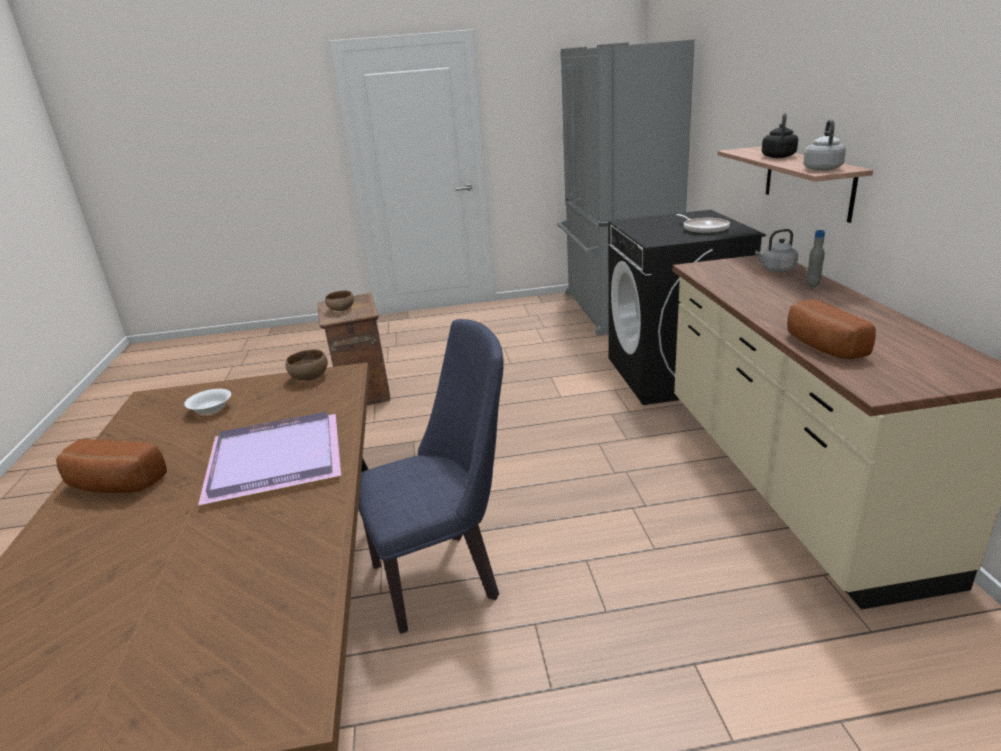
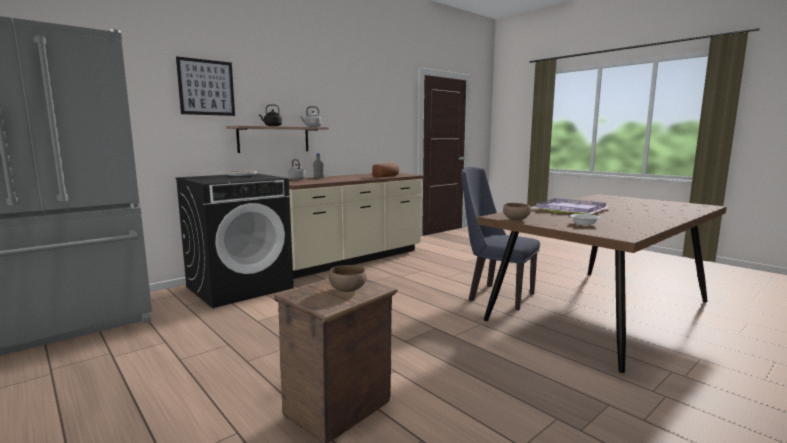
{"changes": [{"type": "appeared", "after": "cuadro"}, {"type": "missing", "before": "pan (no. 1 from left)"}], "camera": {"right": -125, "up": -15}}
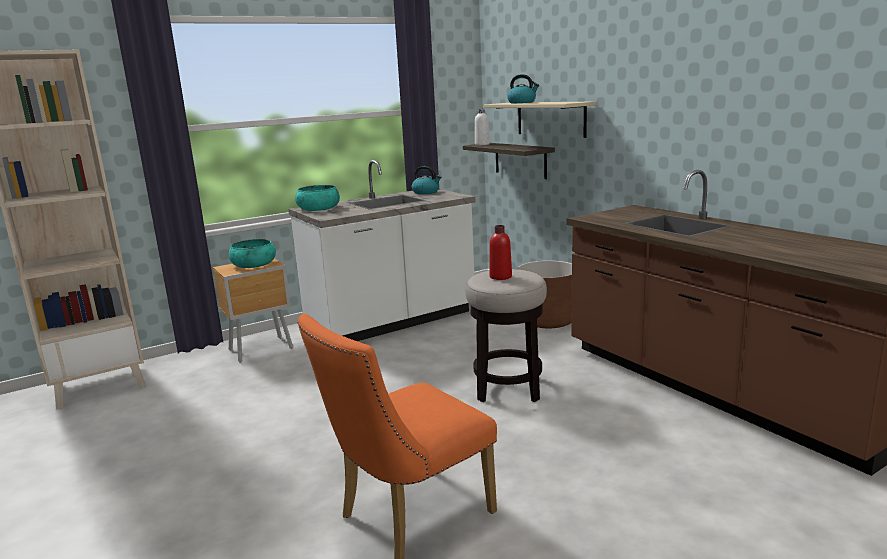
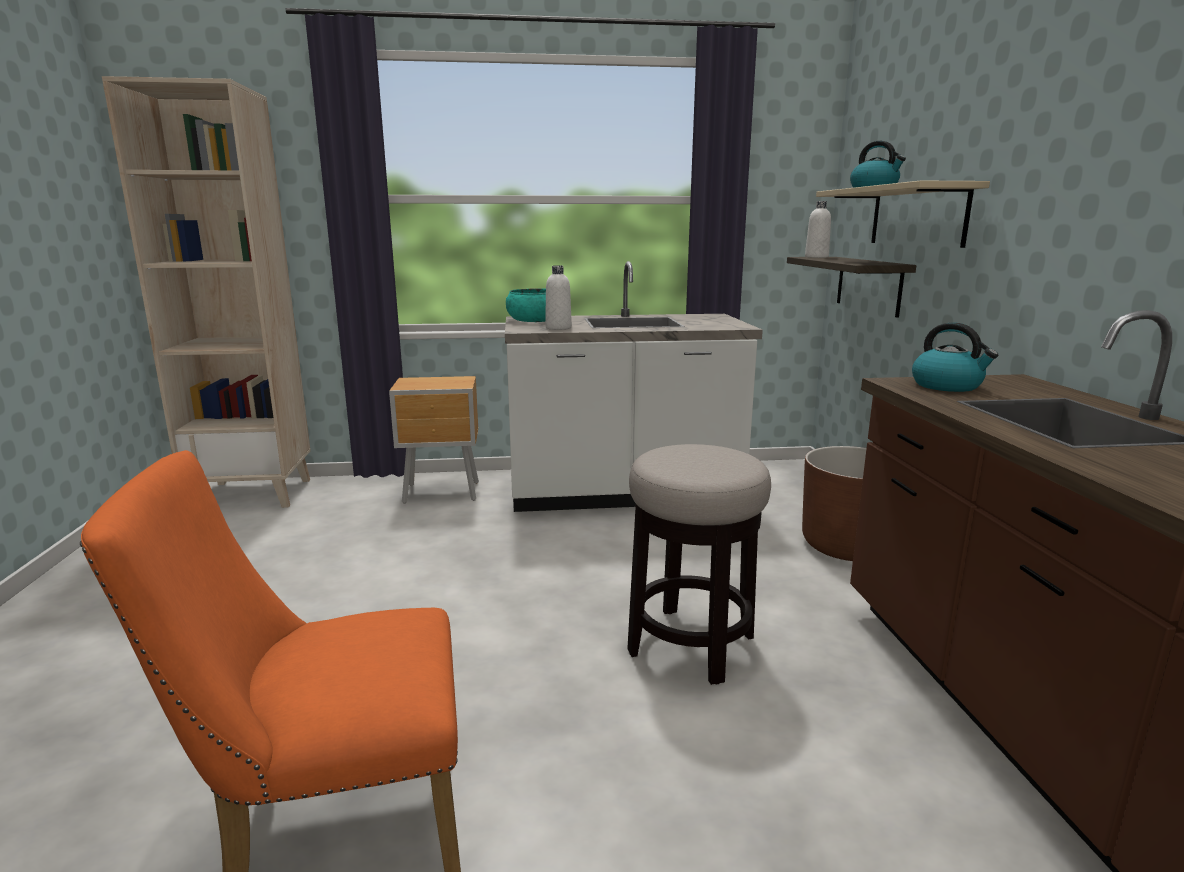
{"changes": [{"type": "appeared", "after": "botella [blanco] (no. 1 from left)"}, {"type": "relocated", "before": "hervidor (no. 1 from left in the first image)", "after": "hervidor (no. 2 from left)"}, {"type": "missing", "before": "cuenco [turquesa] (no. 1 from left)"}, {"type": "missing", "before": "botella [rojo]"}], "camera": {"right": 25, "up": 0}}
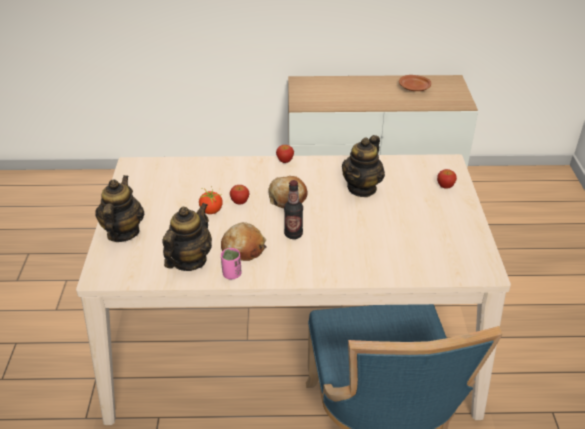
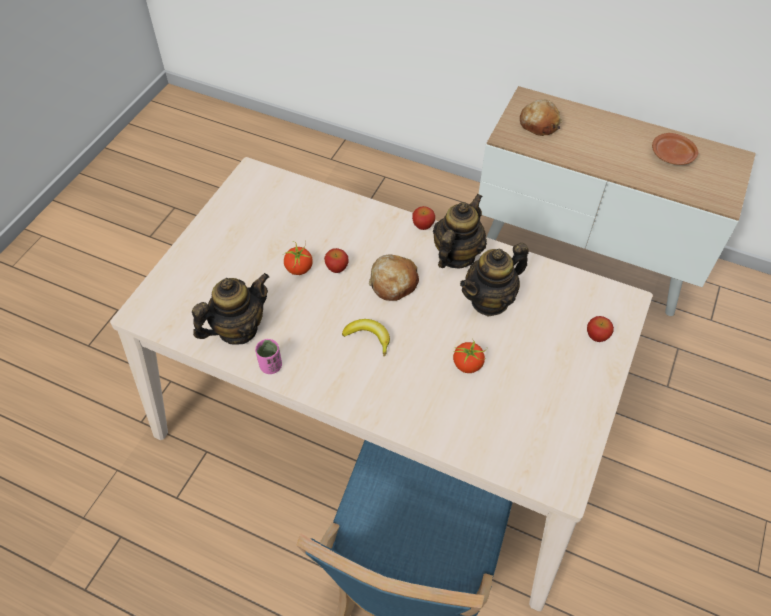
{"changes": [{"type": "exchanged", "before": "botella", "after": "plátano"}, {"type": "relocated", "before": "tetera (no. 1 from left in the first image)", "after": "tetera (no. 2 from left)"}, {"type": "appeared", "after": "tomate (no. 2 from left)"}, {"type": "relocated", "before": "pan (no. 1 from left in the first image)", "after": "pan (no. 2 from left)"}], "camera": {"right": 25, "up": 15}}
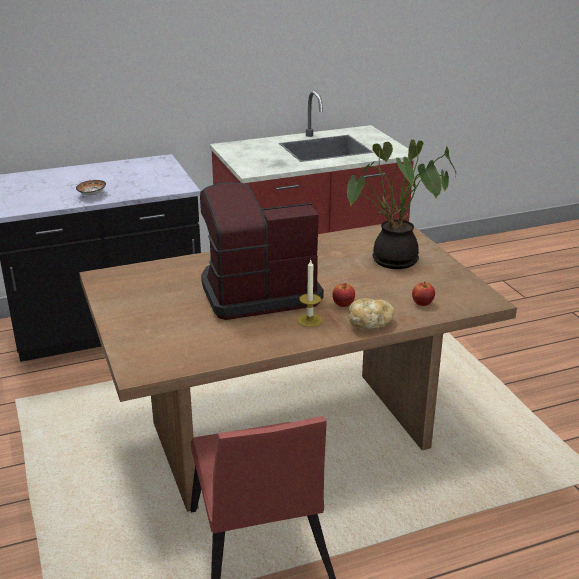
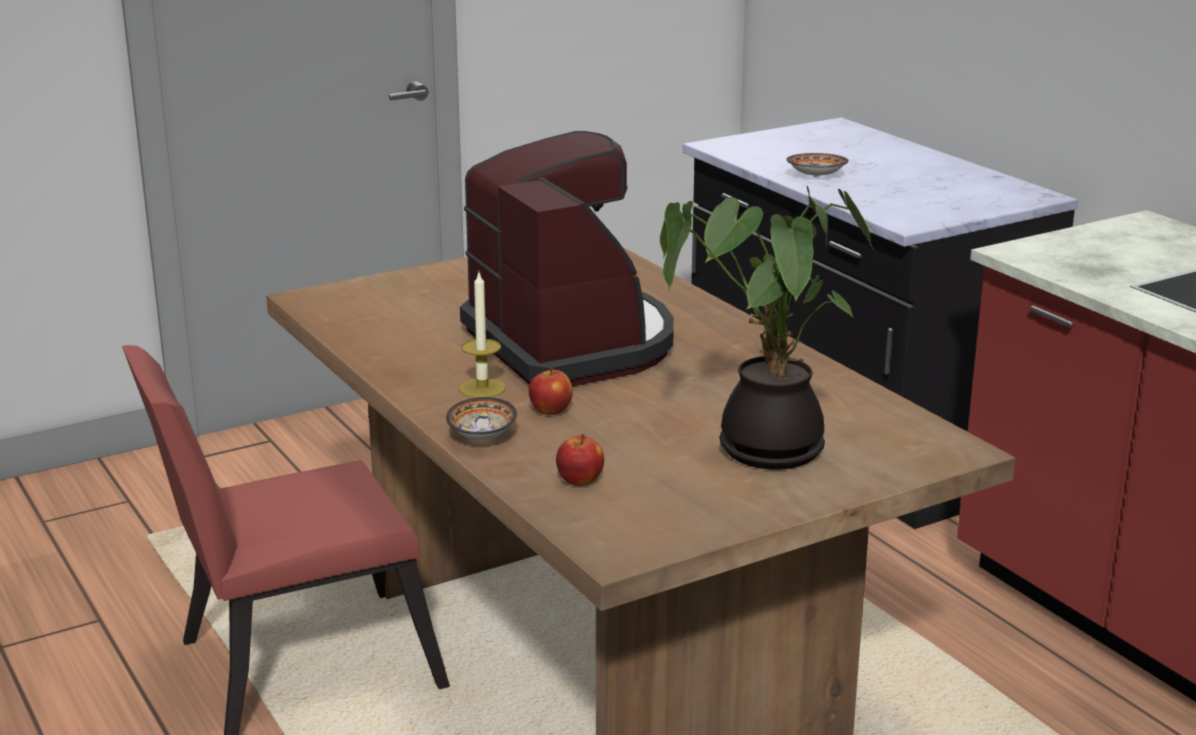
{"changes": [{"type": "exchanged", "before": "pan", "after": "cuenco (no. 1 from left)"}], "camera": {"right": 80, "up": -5}}
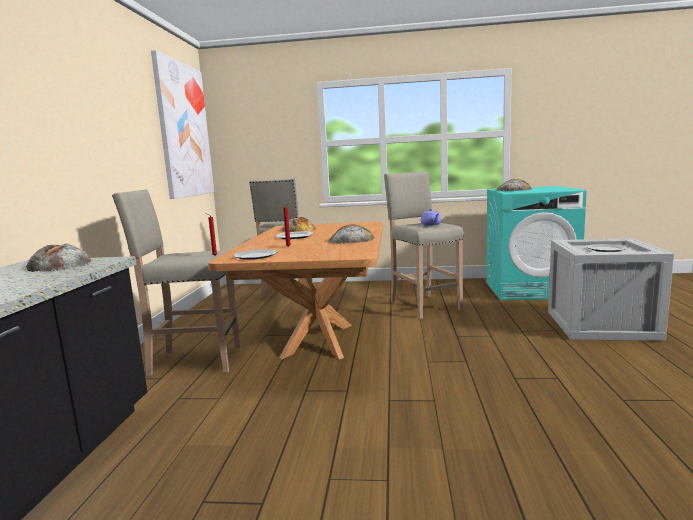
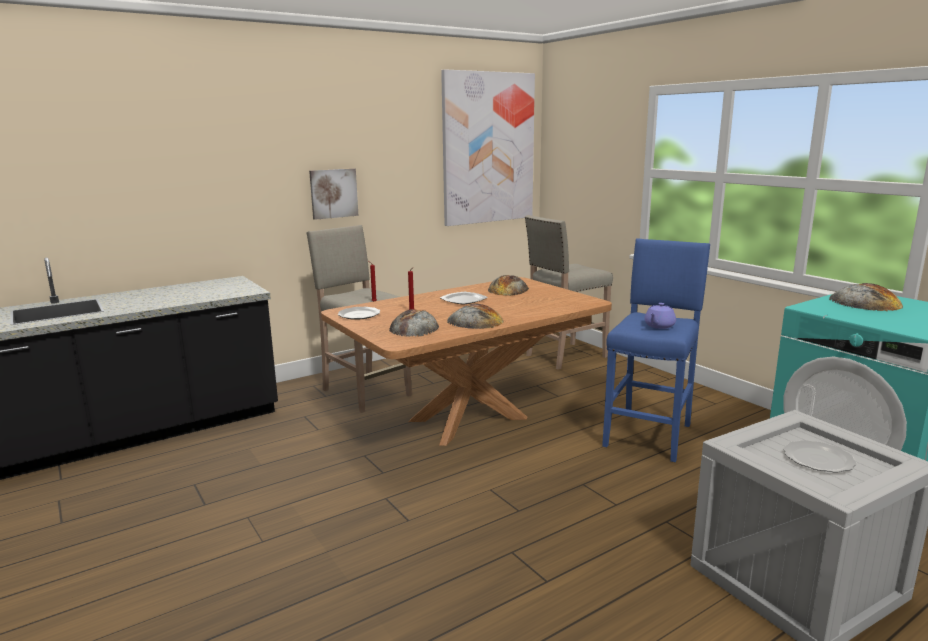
{"changes": [{"type": "appeared", "after": "cuadro (no. 1 from left)"}, {"type": "relocated", "before": "pan (no. 1 from left)"}, {"type": "colour", "before": "taburete [beis] (no. 3 from left)", "after": "taburete [azul]"}], "camera": {"right": 50, "up": 5}}
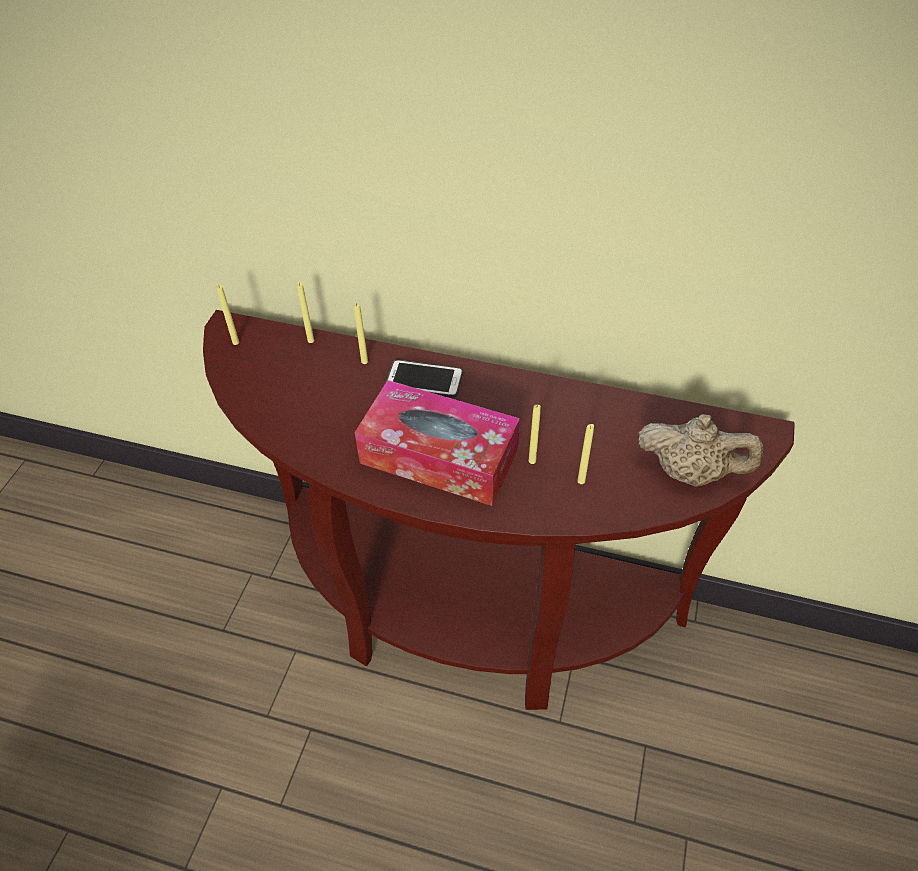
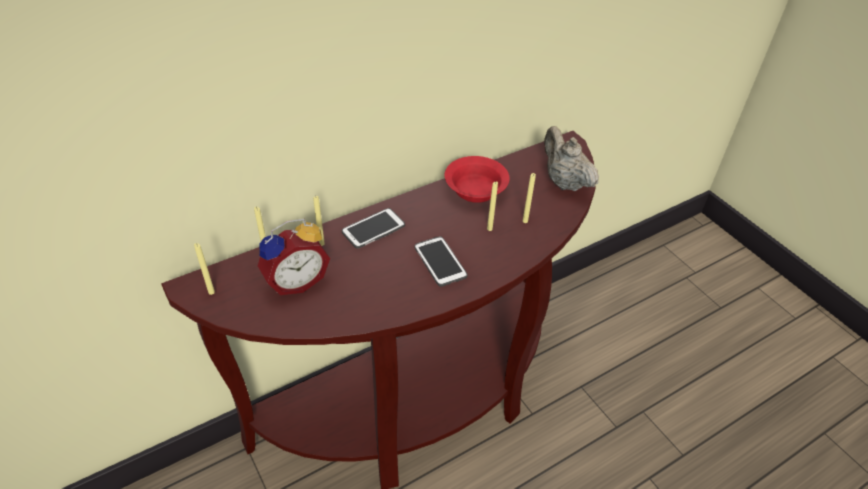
{"changes": [{"type": "appeared", "after": "despertador"}, {"type": "exchanged", "before": "caja de pañuelos", "after": "móvil (no. 2 from left)"}, {"type": "appeared", "after": "cuenco [rojo]"}, {"type": "spun", "before": "tetera [beis]", "turn": -90}], "camera": {"right": -50, "up": -5}}
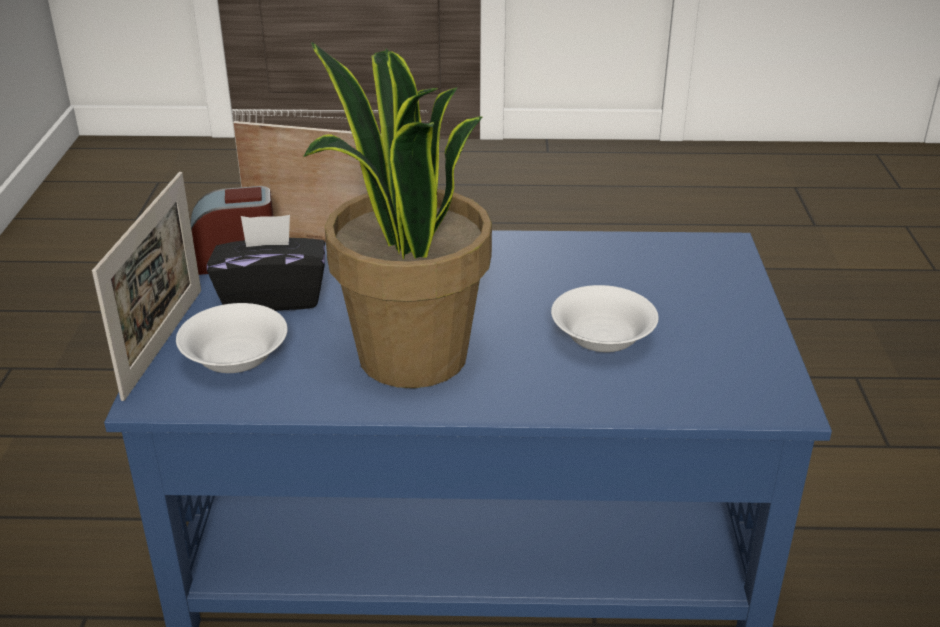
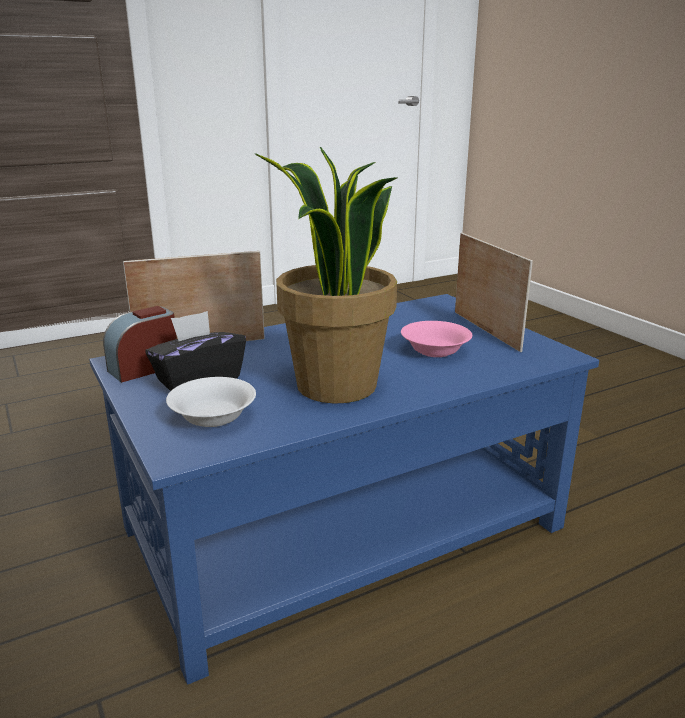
{"changes": [{"type": "colour", "before": "cuenco [blanco] (no. 2 from left)", "after": "cuenco [rosa]"}, {"type": "relocated", "before": "portarretratos (no. 1 from left in the first image)", "after": "portarretratos (no. 2 from left)"}], "camera": {"right": -30, "up": -10}}
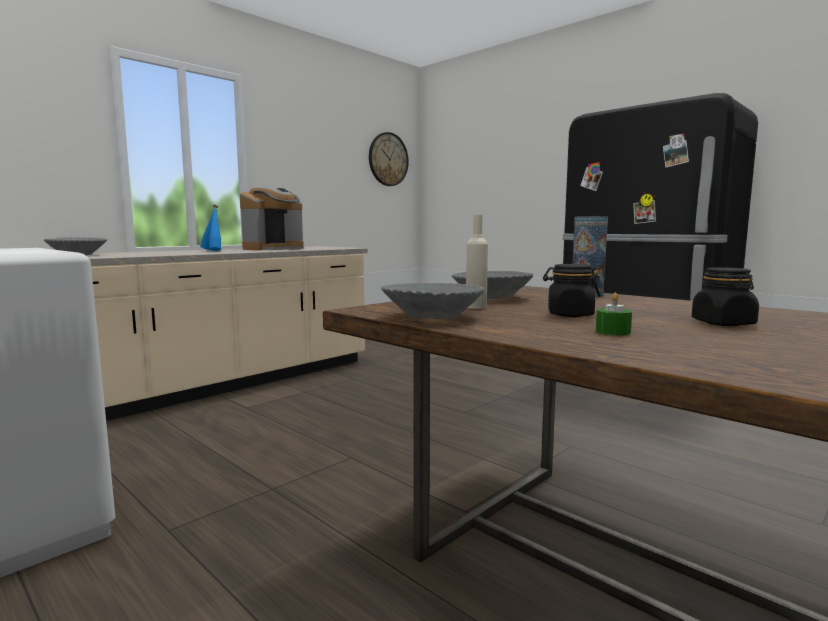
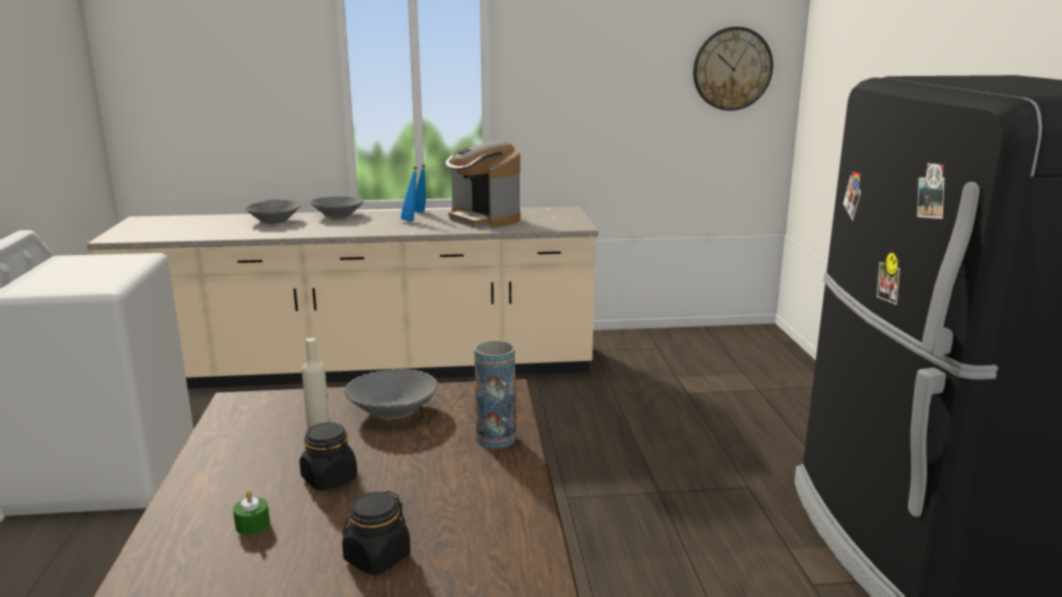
{"changes": [{"type": "relocated", "before": "cuenco [gris] (no. 2 from left)"}, {"type": "spun", "before": "cafetera", "turn": 60}], "camera": {"right": 40, "up": 10}}
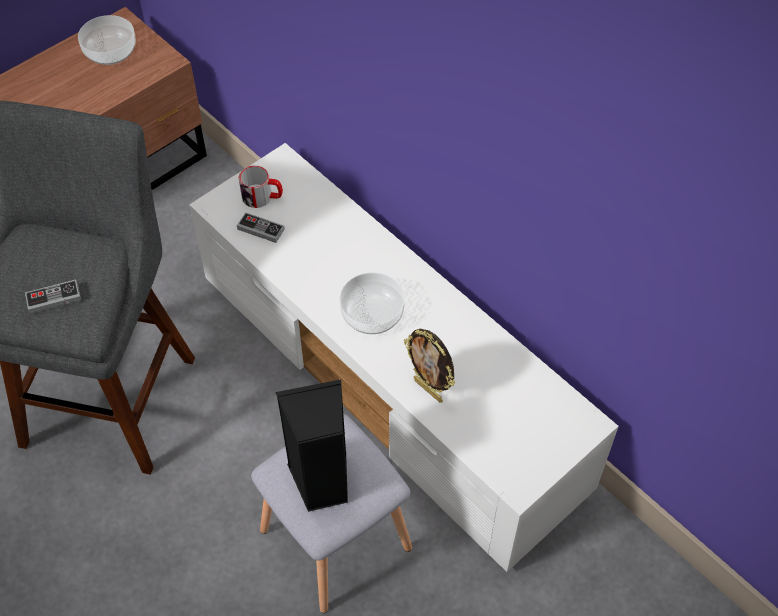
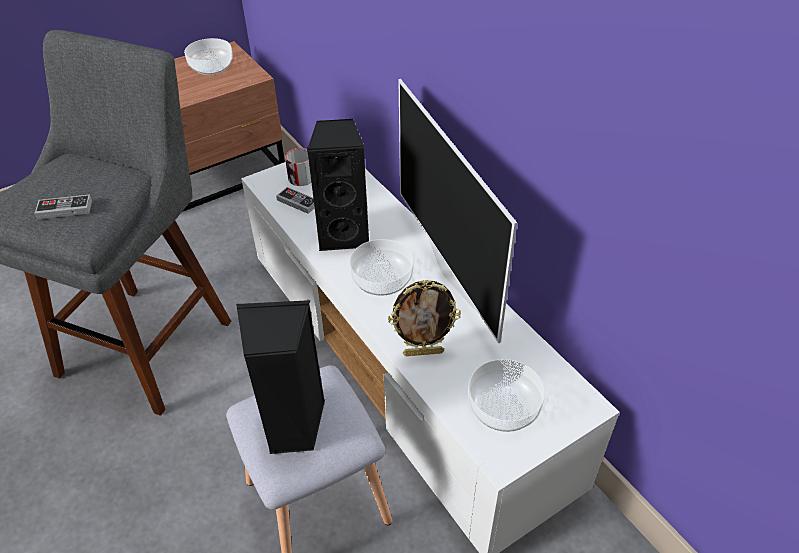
{"changes": [{"type": "appeared", "after": "altavoz [negro] (no. 2 from left)"}, {"type": "spun", "before": "portarretratos", "turn": -60}, {"type": "appeared", "after": "televisor"}, {"type": "appeared", "after": "cuenco (no. 3 from left)"}], "camera": {"right": 10, "up": -10}}
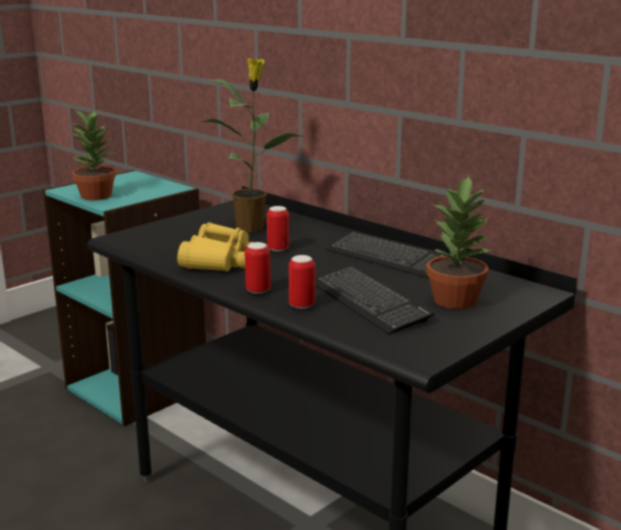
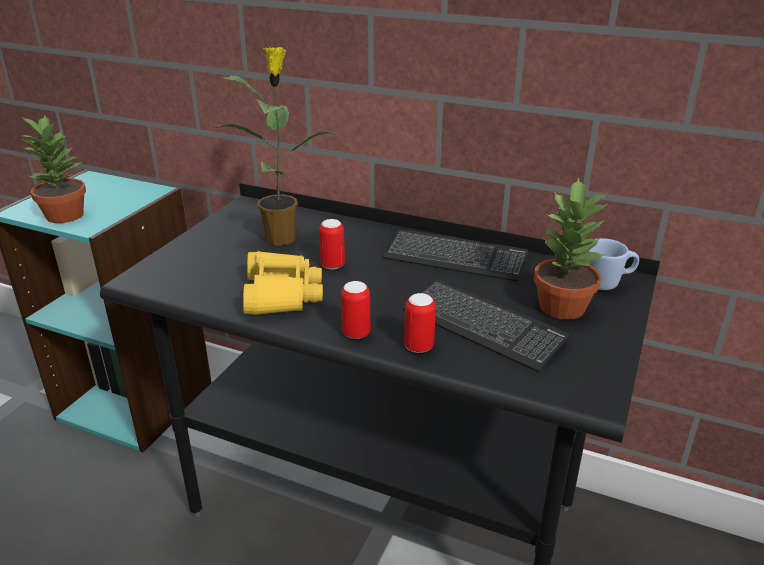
{"changes": [{"type": "appeared", "after": "taza grande [azul]"}], "camera": {"right": -20, "up": 10}}
